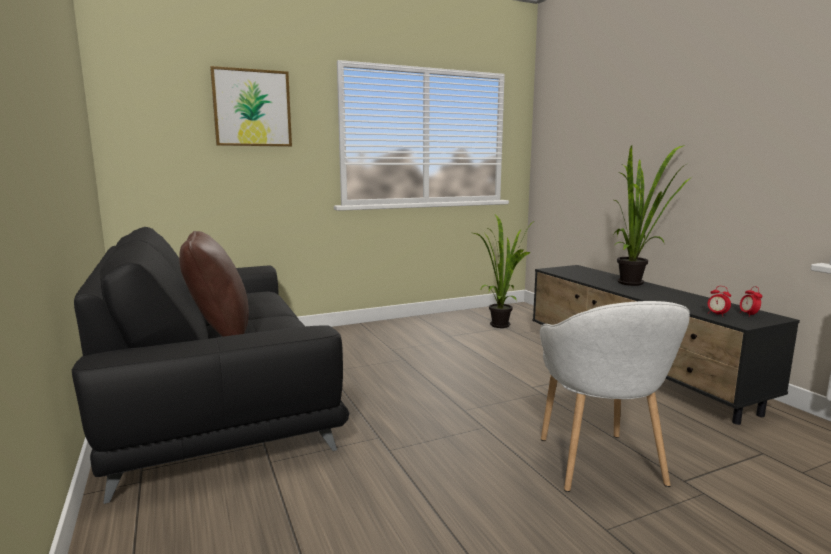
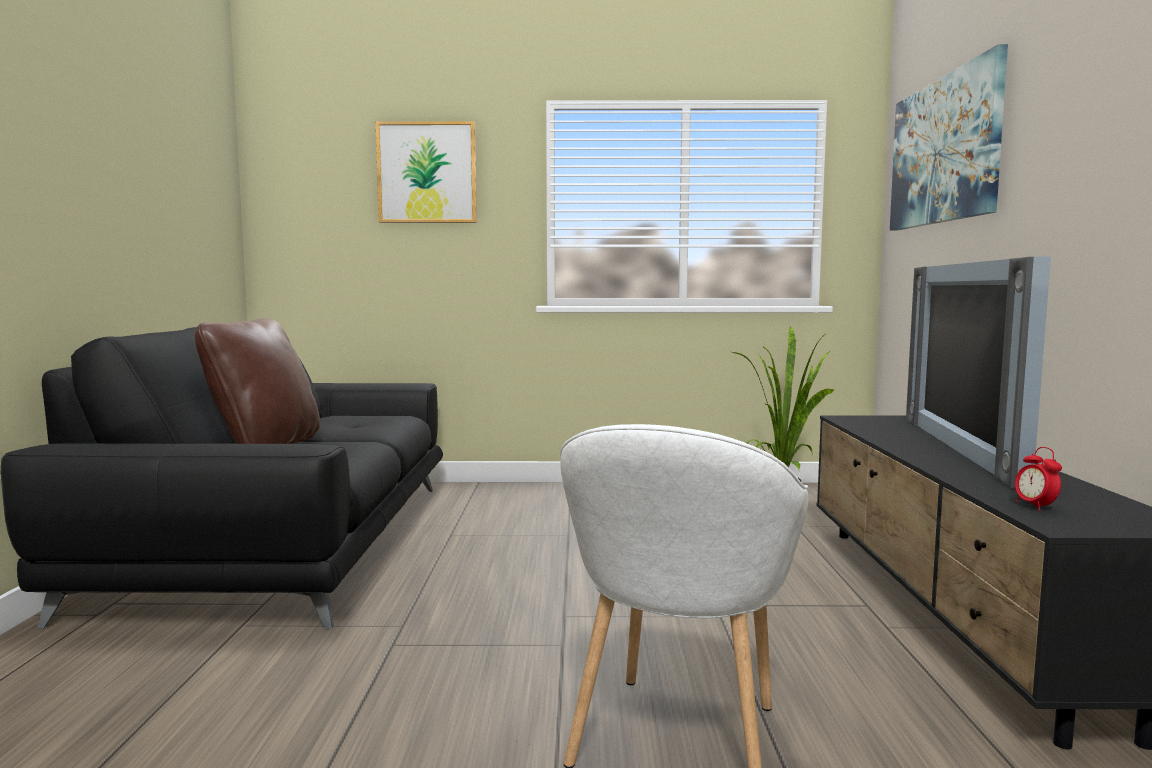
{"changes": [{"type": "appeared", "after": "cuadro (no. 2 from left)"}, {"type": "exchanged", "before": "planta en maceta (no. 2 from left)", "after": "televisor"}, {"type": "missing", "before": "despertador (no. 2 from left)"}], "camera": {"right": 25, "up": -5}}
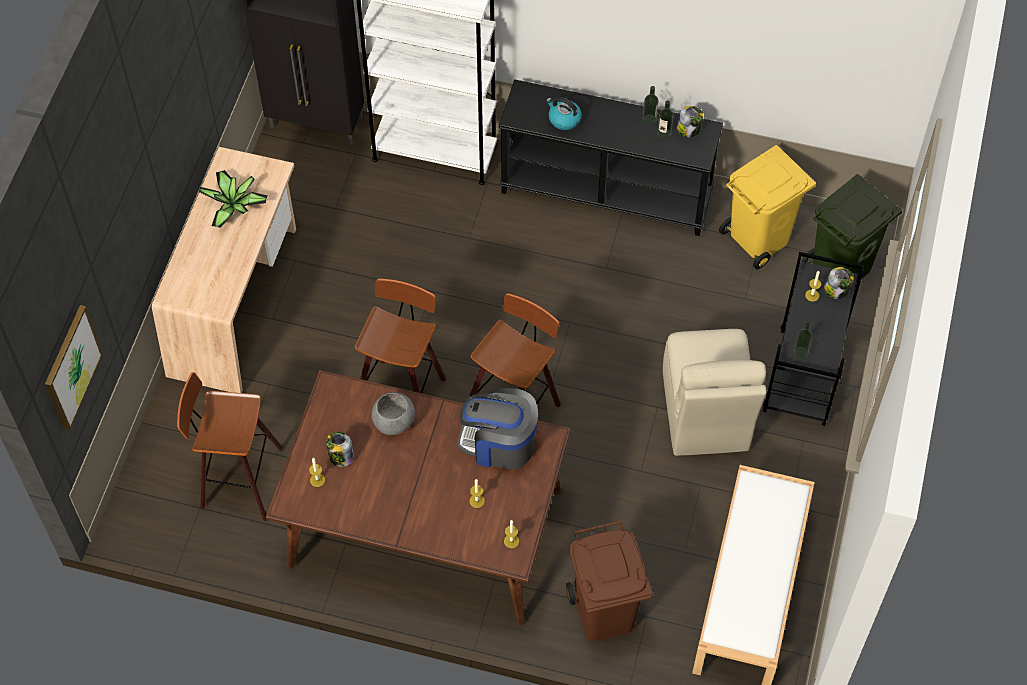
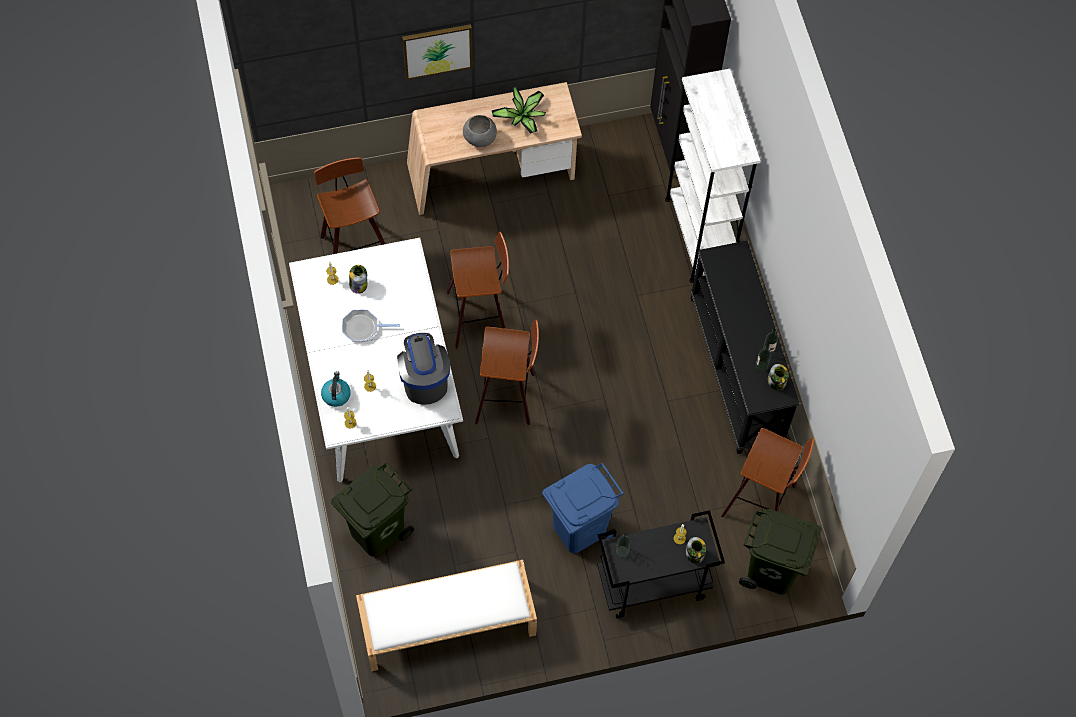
{"changes": [{"type": "colour", "before": "mesa de comedor [marrón]", "after": "mesa de comedor [blanco]"}, {"type": "relocated", "before": "hervidor"}, {"type": "colour", "before": "papelera [marrón]", "after": "papelera [verde] (no. 1 from left)"}, {"type": "appeared", "after": "sartén"}, {"type": "relocated", "before": "cuadro"}, {"type": "relocated", "before": "cuenco [gris]"}, {"type": "exchanged", "before": "silla [beis]", "after": "papelera [azul]"}, {"type": "exchanged", "before": "papelera [amarillo]", "after": "taburete (no. 4 from left)"}], "camera": {"right": 60, "up": 5}}
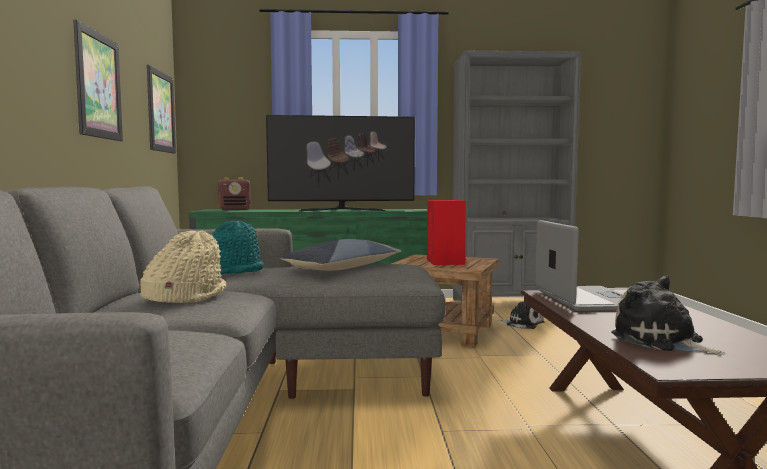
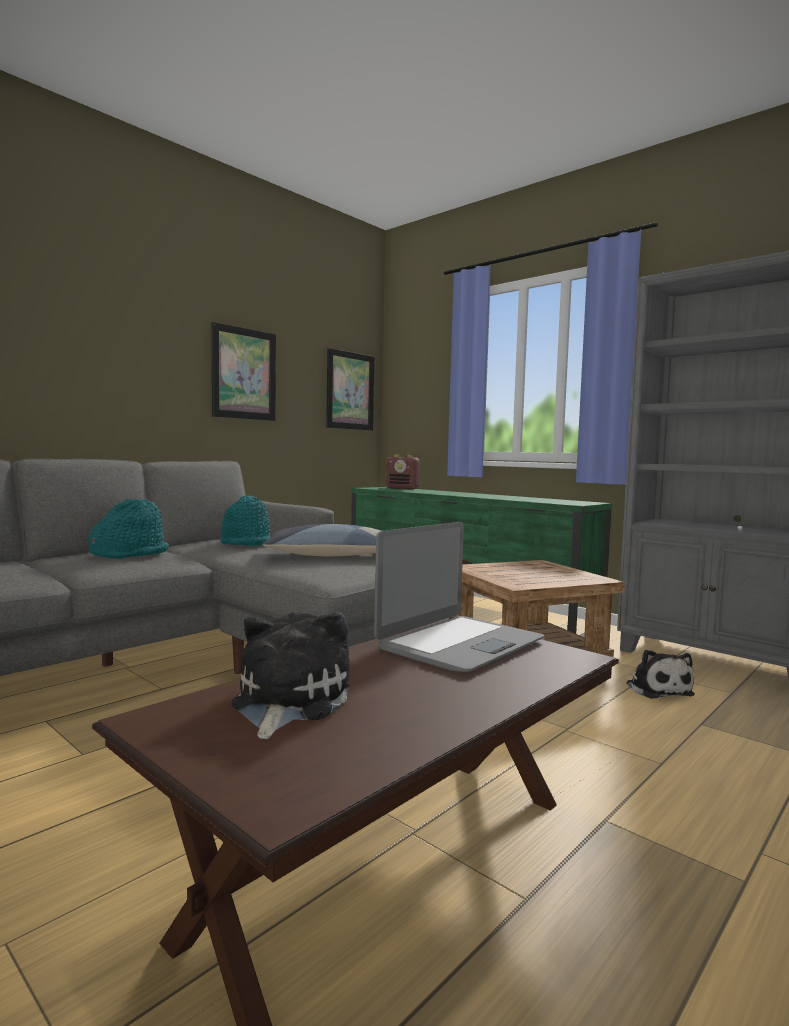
{"changes": [{"type": "colour", "before": "sombrero [beis]", "after": "sombrero [turquesa] (no. 1 from left)"}, {"type": "missing", "before": "televisor"}, {"type": "missing", "before": "altavoz [rojo]"}], "camera": {"right": 45, "up": 0}}
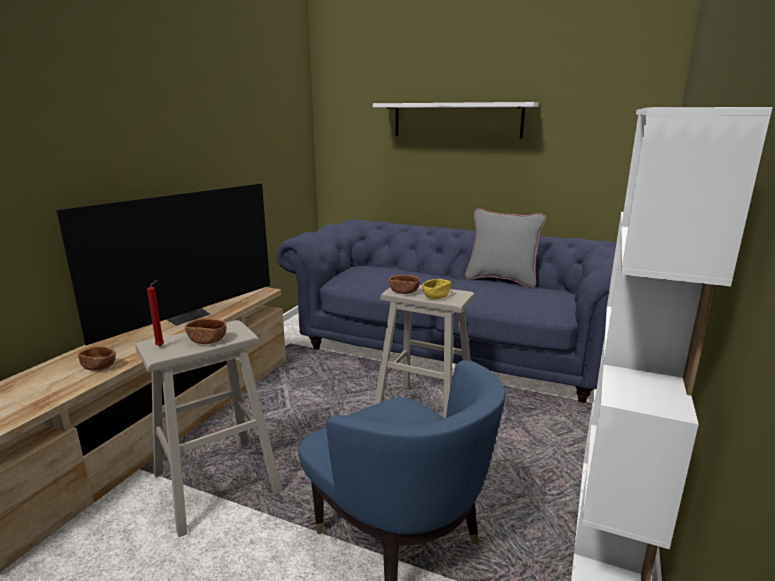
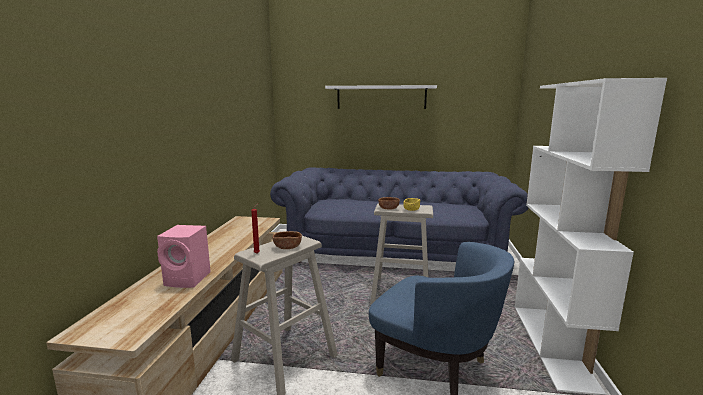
{"changes": [{"type": "exchanged", "before": "cuenco [marrón] (no. 1 from left)", "after": "altavoz [rosa]"}, {"type": "missing", "before": "televisor"}, {"type": "missing", "before": "cojín [gris]"}], "camera": {"right": -15, "up": -5}}
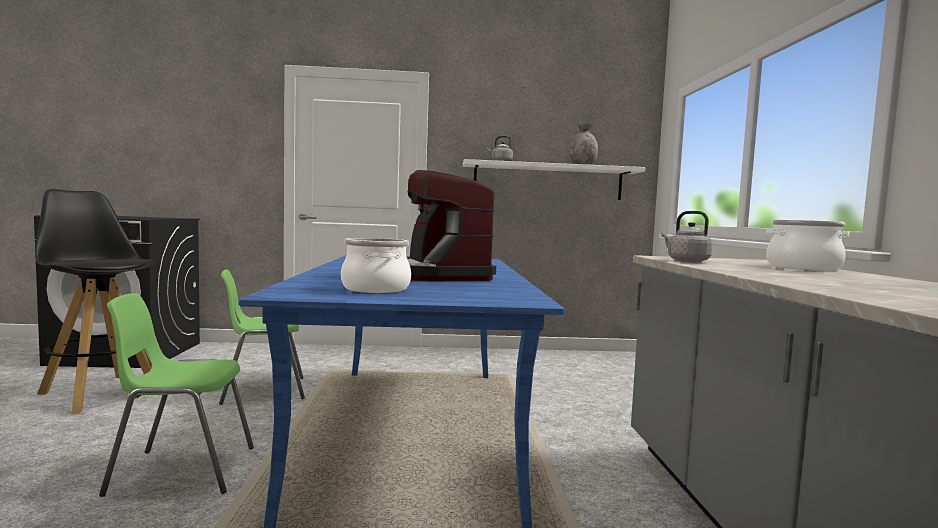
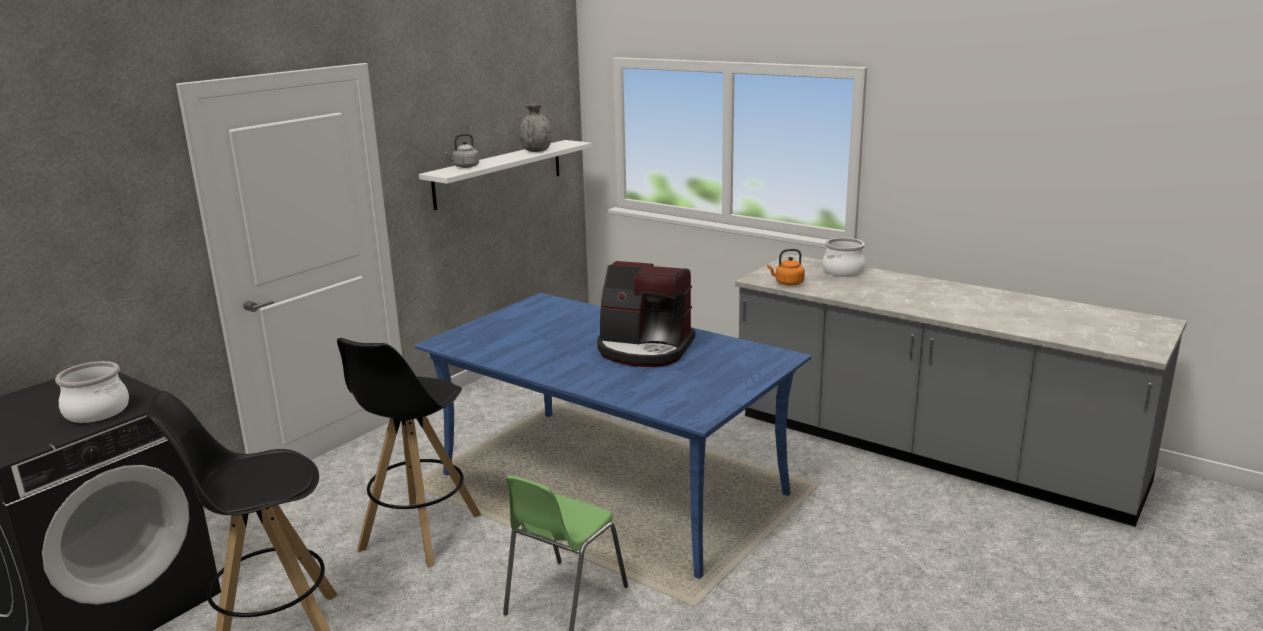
{"changes": [{"type": "relocated", "before": "olla (no. 1 from left)"}, {"type": "exchanged", "before": "silla [verde] (no. 2 from left)", "after": "taburete [negro] (no. 2 from left)"}, {"type": "colour", "before": "hervidor [gris] (no. 2 from left)", "after": "hervidor [naranja]"}], "camera": {"right": -50, "up": 15}}
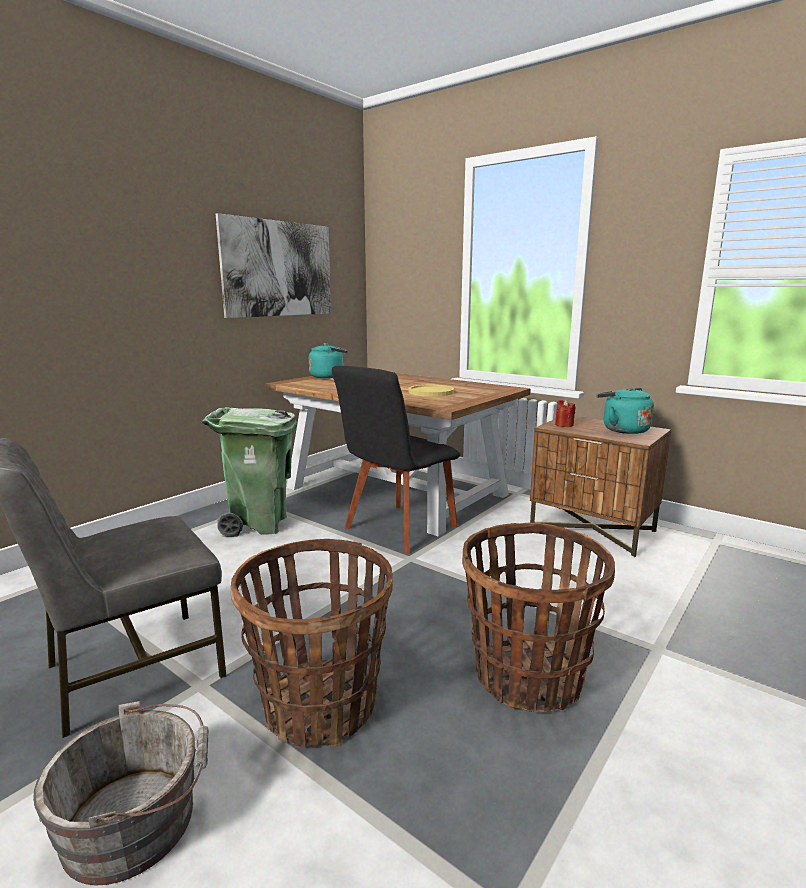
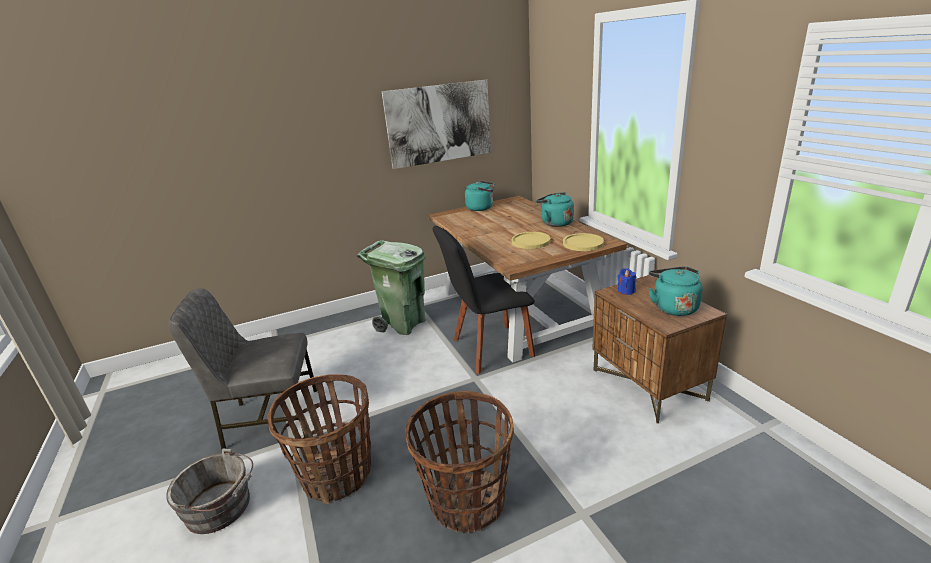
{"changes": [{"type": "appeared", "after": "hervidor [turquesa] (no. 2 from left)"}, {"type": "appeared", "after": "plato [amarillo] (no. 2 from left)"}, {"type": "colour", "before": "vela [rojo]", "after": "vela [azul]"}], "camera": {"right": 30, "up": 10}}
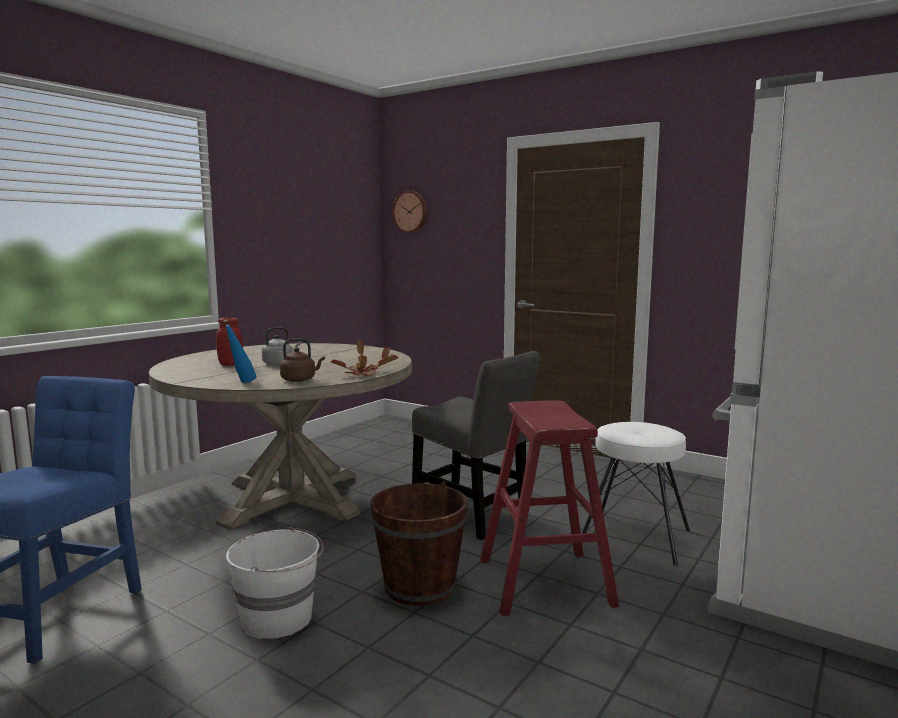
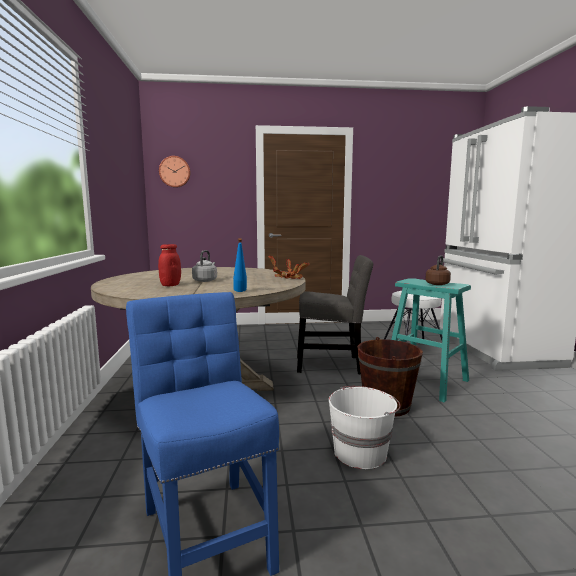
{"changes": [{"type": "colour", "before": "taburete [rojo]", "after": "taburete [turquesa]"}, {"type": "relocated", "before": "hervidor [marrón]"}], "camera": {"right": -40, "up": 0}}
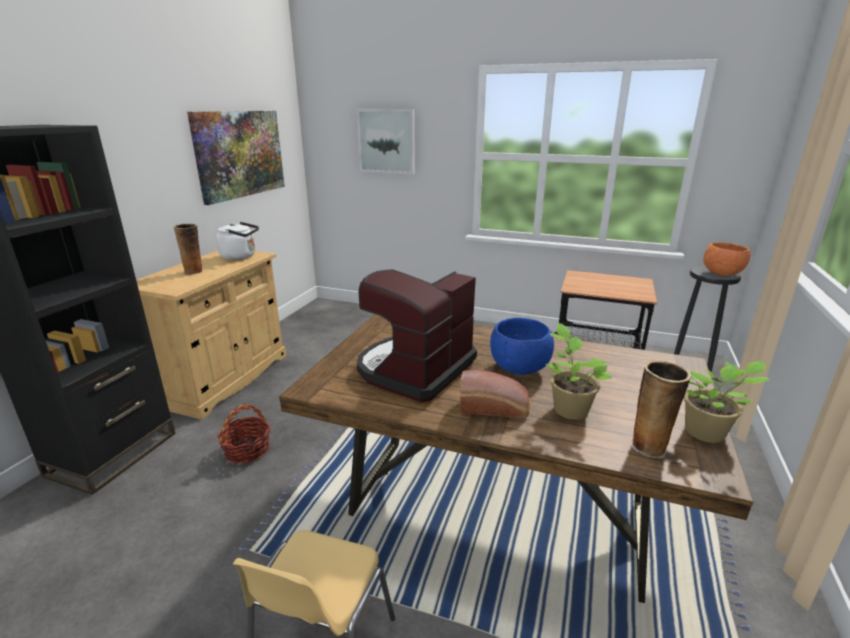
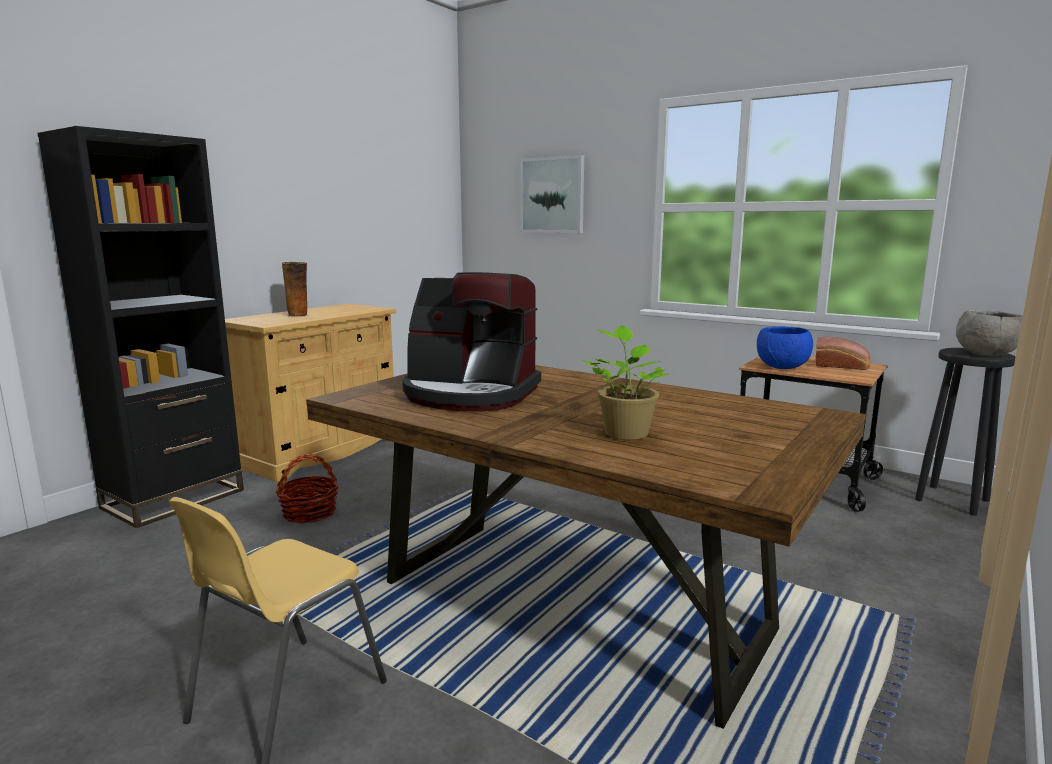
{"changes": [{"type": "spun", "before": "cafetera", "turn": -120}, {"type": "relocated", "before": "cuenco [azul]"}, {"type": "relocated", "before": "pan"}, {"type": "colour", "before": "cuenco [naranja]", "after": "cuenco [gris]"}, {"type": "missing", "before": "cuadro (no. 1 from left)"}, {"type": "missing", "before": "hervidor [blanco]"}, {"type": "missing", "before": "florero (no. 2 from left)"}, {"type": "missing", "before": "planta en maceta (no. 2 from left)"}], "camera": {"right": 15, "up": -10}}
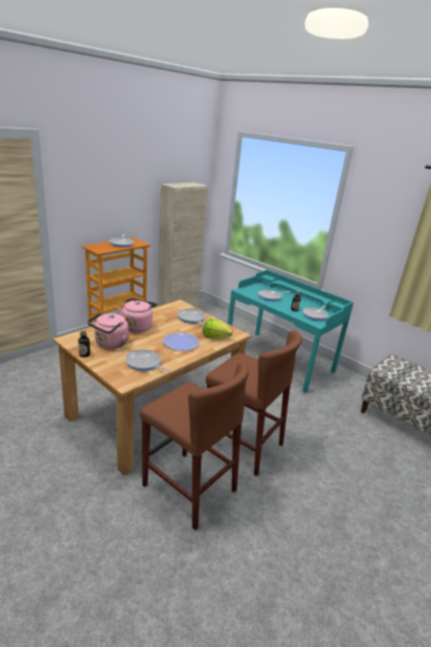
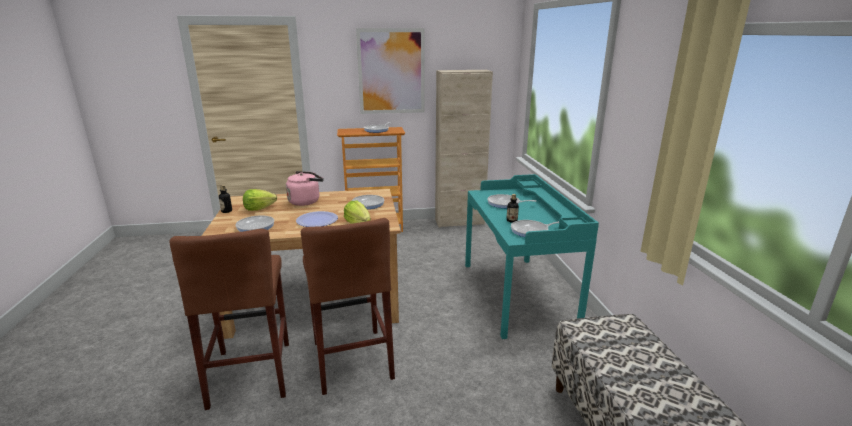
{"changes": [{"type": "exchanged", "before": "hervidor [rosa] (no. 1 from left)", "after": "lechuga (no. 1 from left)"}, {"type": "appeared", "after": "cuadro"}], "camera": {"right": 40, "up": -5}}
